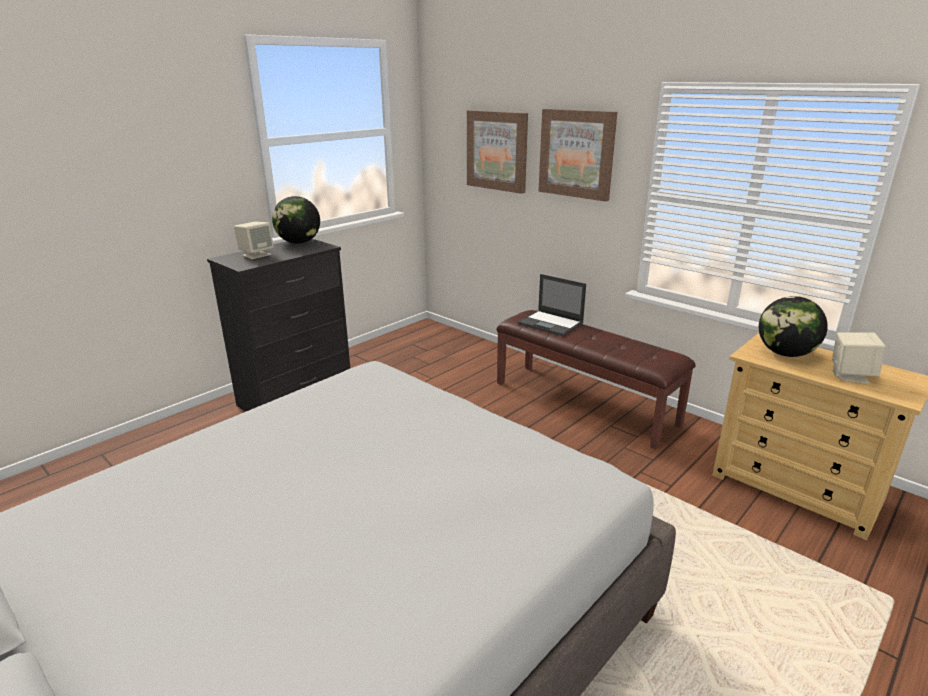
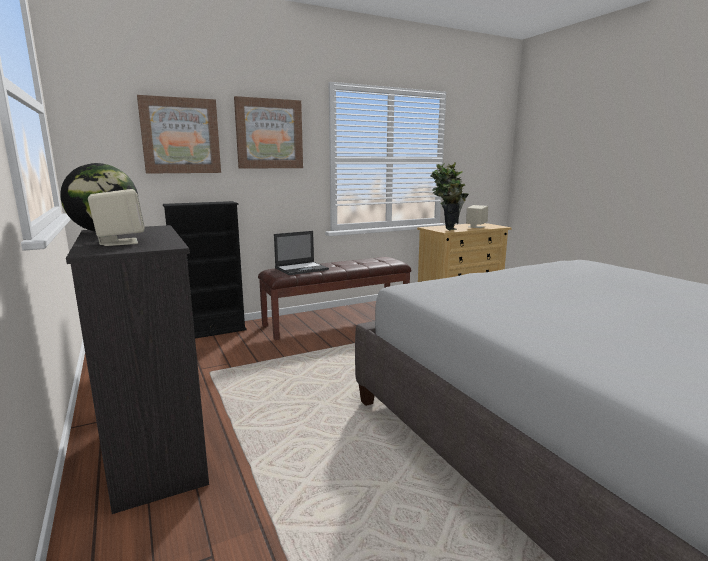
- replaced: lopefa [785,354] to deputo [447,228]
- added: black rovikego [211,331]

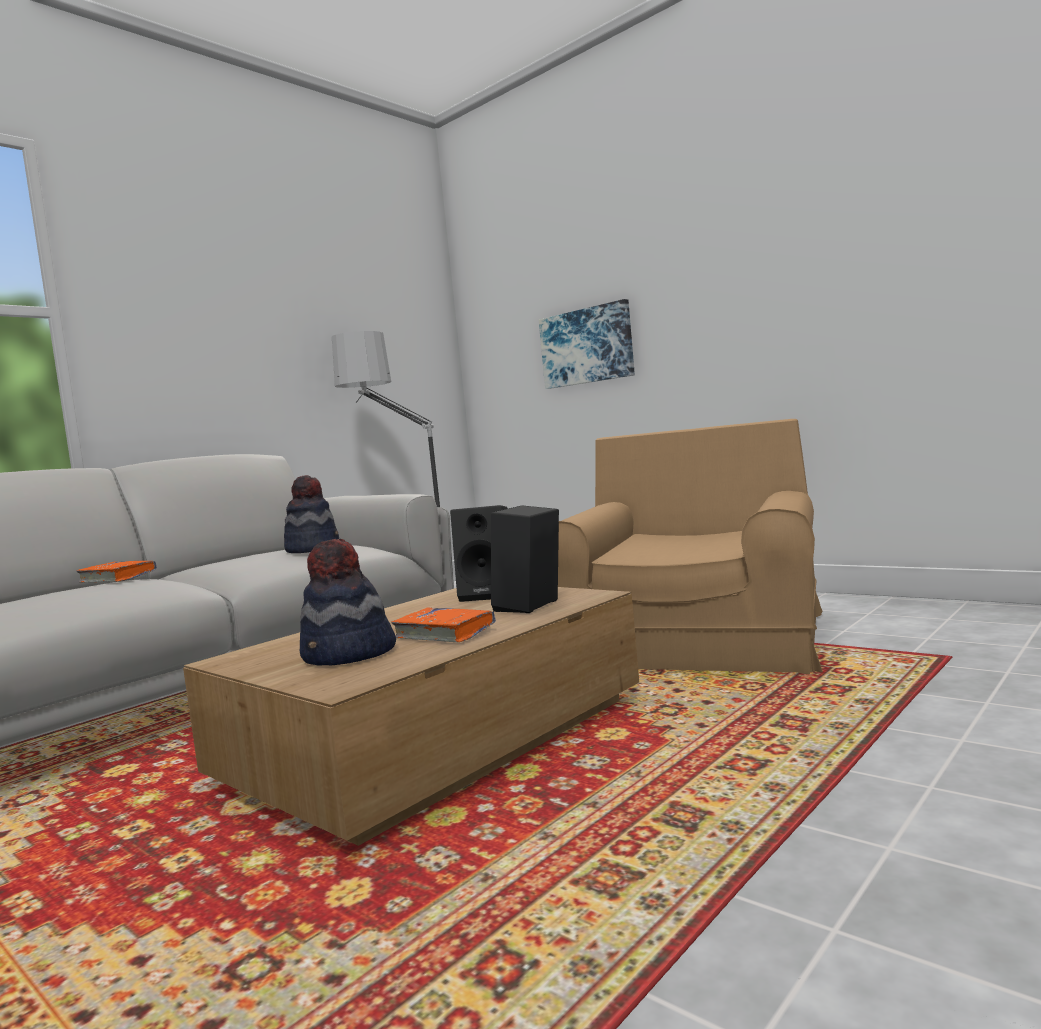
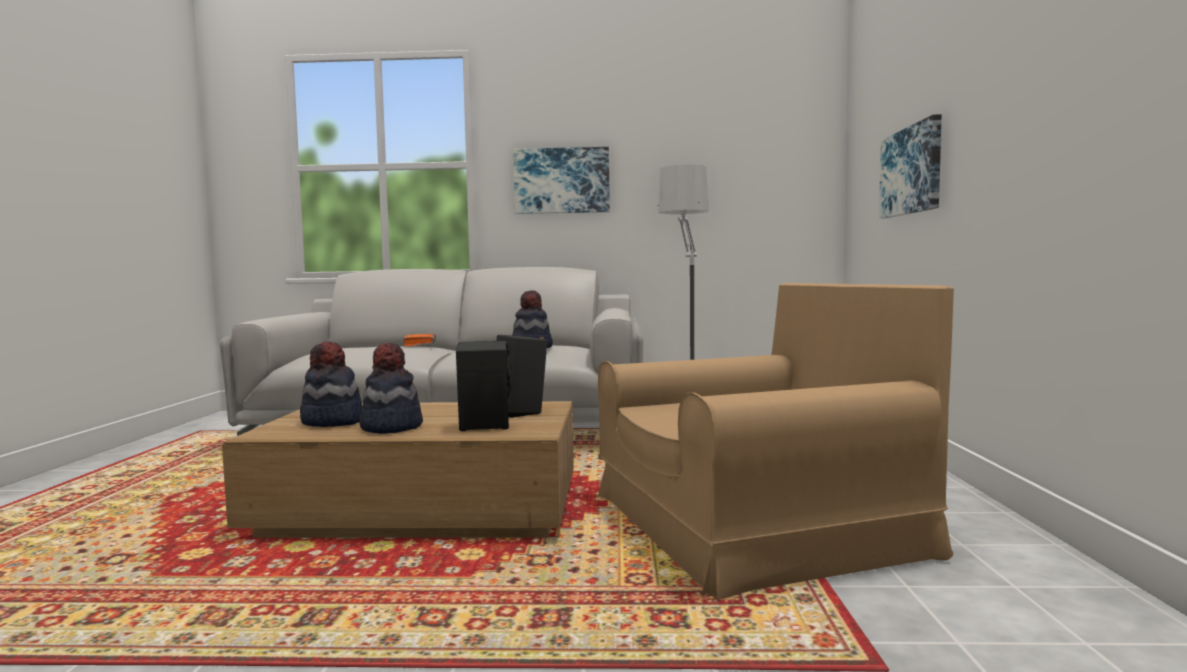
- replaced: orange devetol [444,634] to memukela [391,427]
- added: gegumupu [562,181]

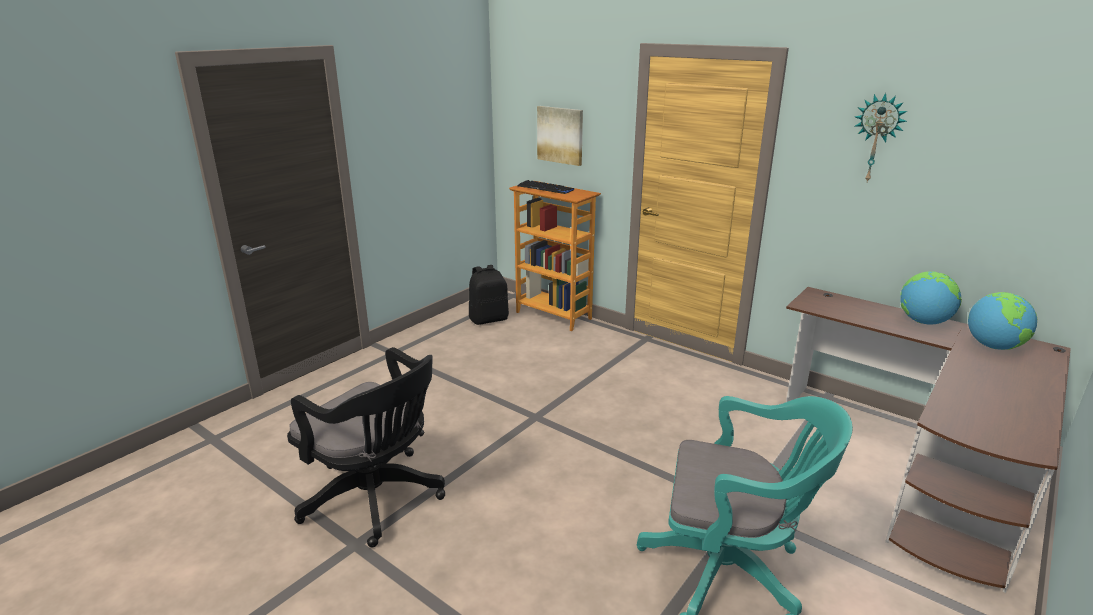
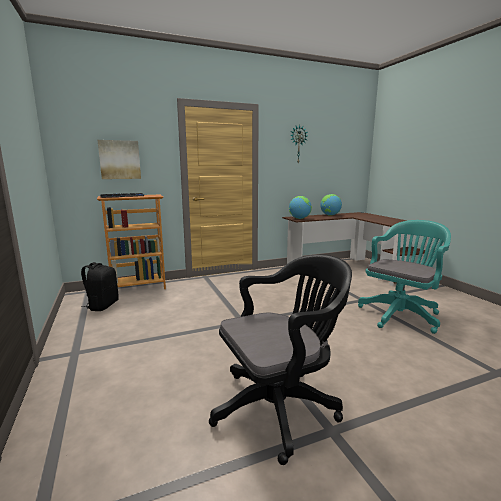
- moved: lopefa [993,346] to [299,218]

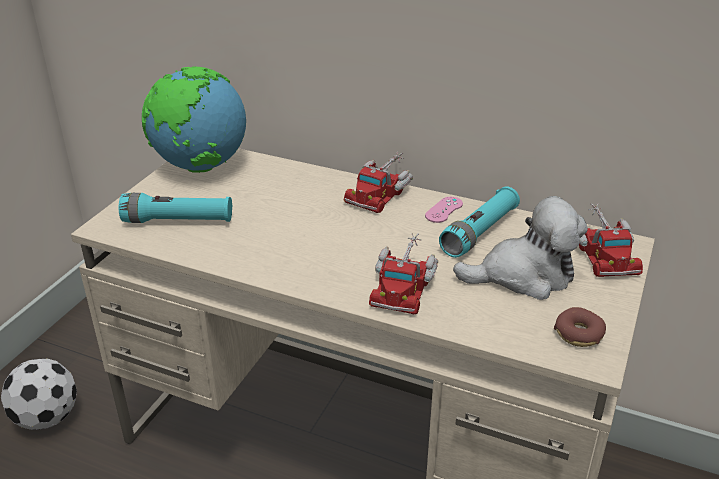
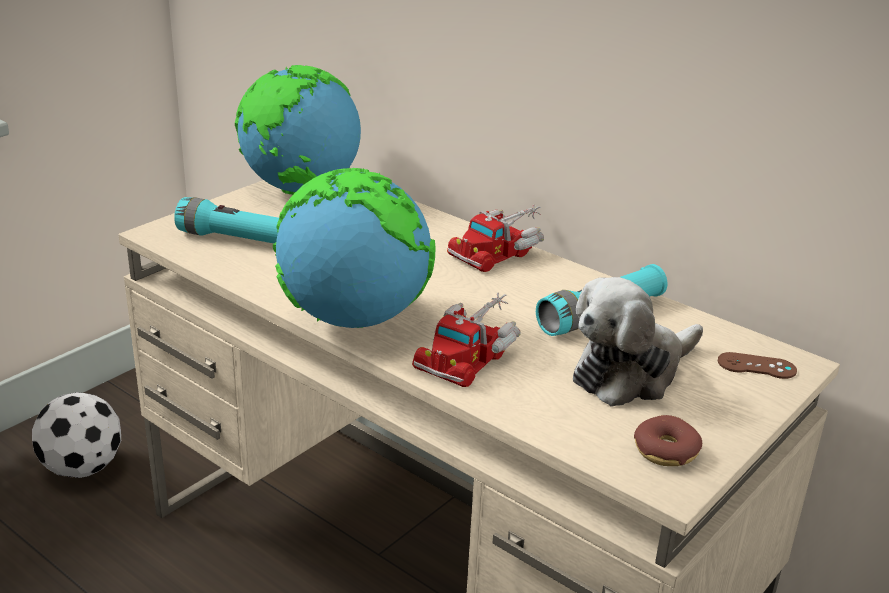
- turned: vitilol [524,276] = [630,373] 135 degrees clockwise
- removed: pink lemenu [444,210]
- replaced: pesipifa [603,252] to brown lemenu [756,366]
- added: lopefa [353,319]

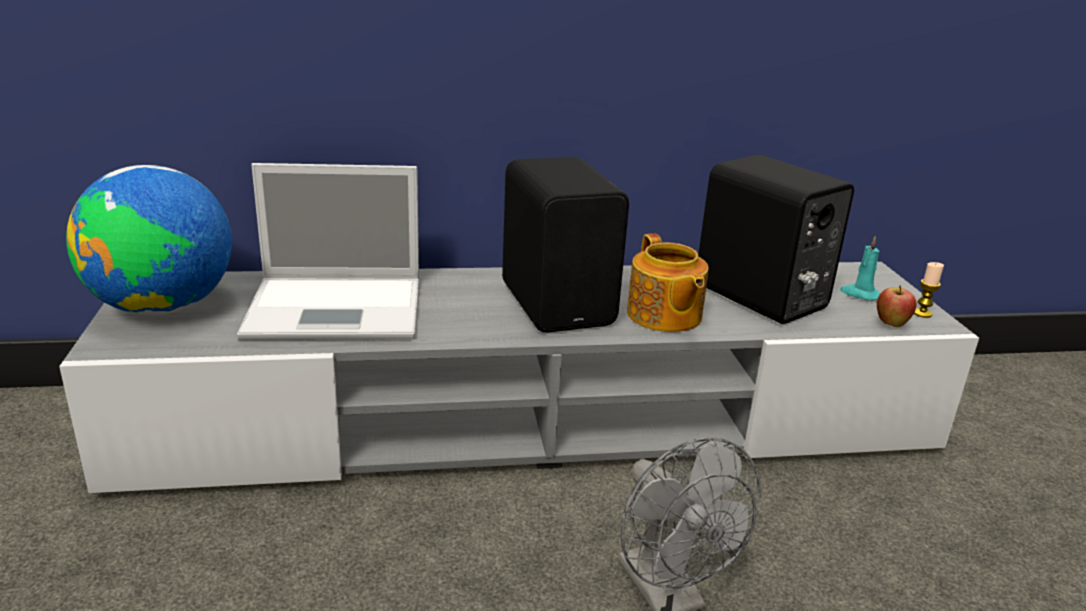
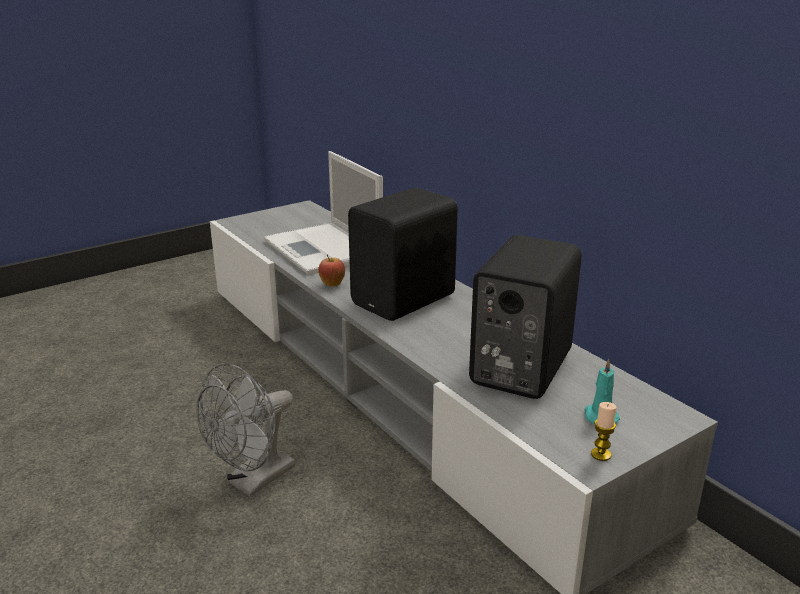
- removed: lopefa [163,307]
- removed: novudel [663,316]
- moved: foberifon [891,325] to [332,285]

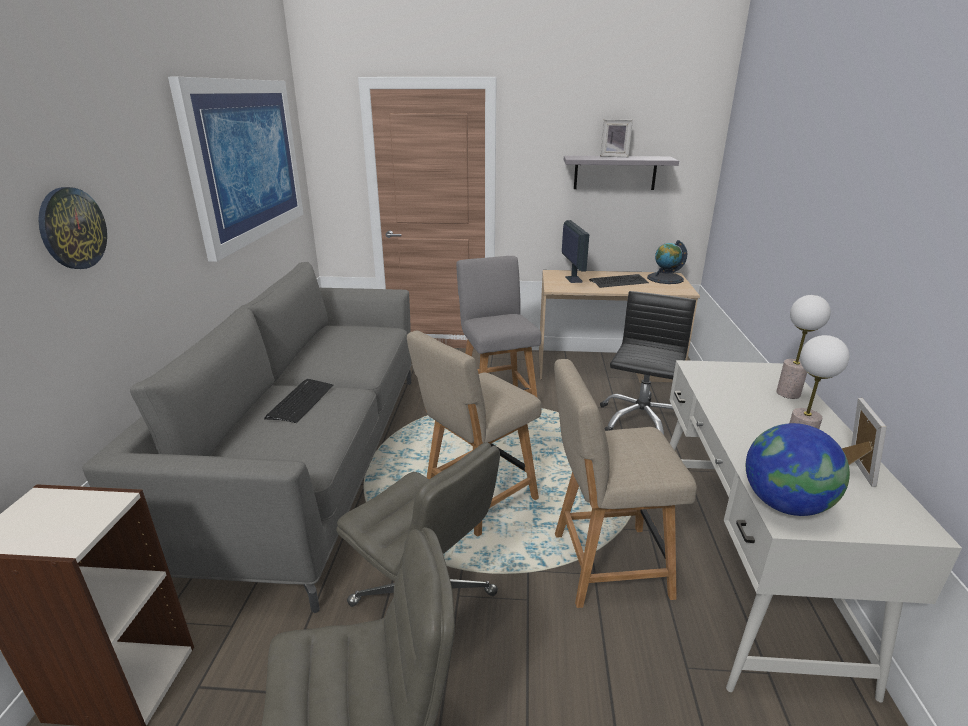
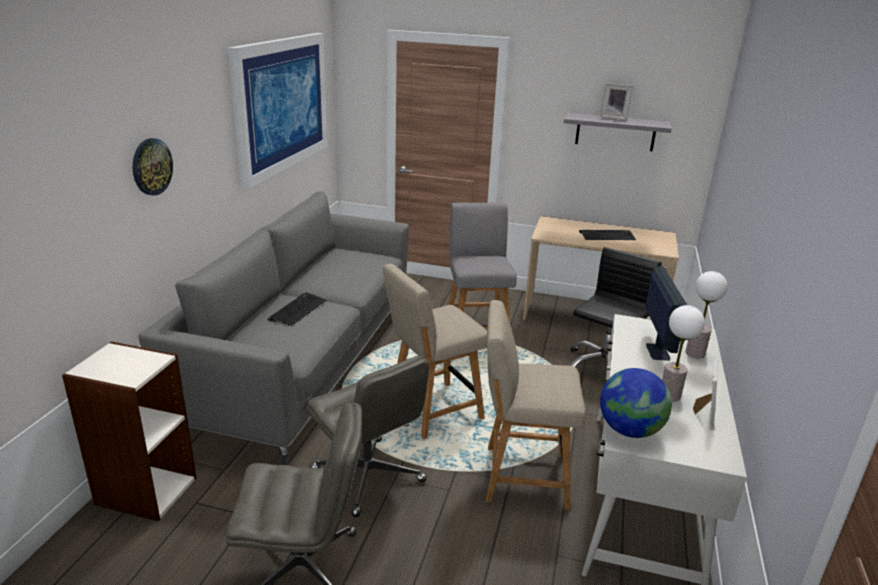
- moved: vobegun [573,279] to [657,351]
- removed: lopefa [665,278]

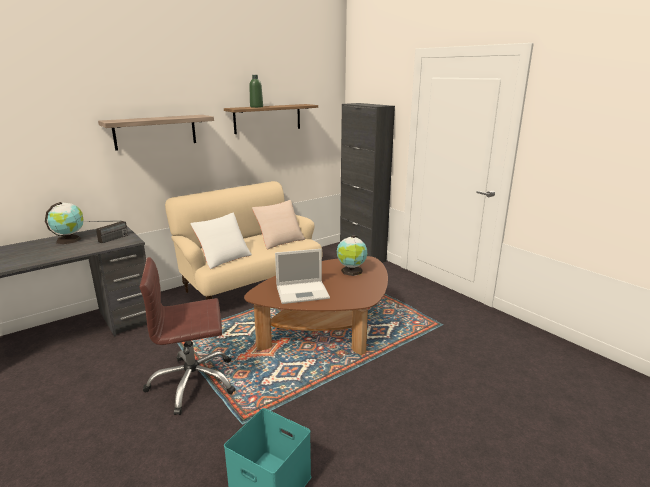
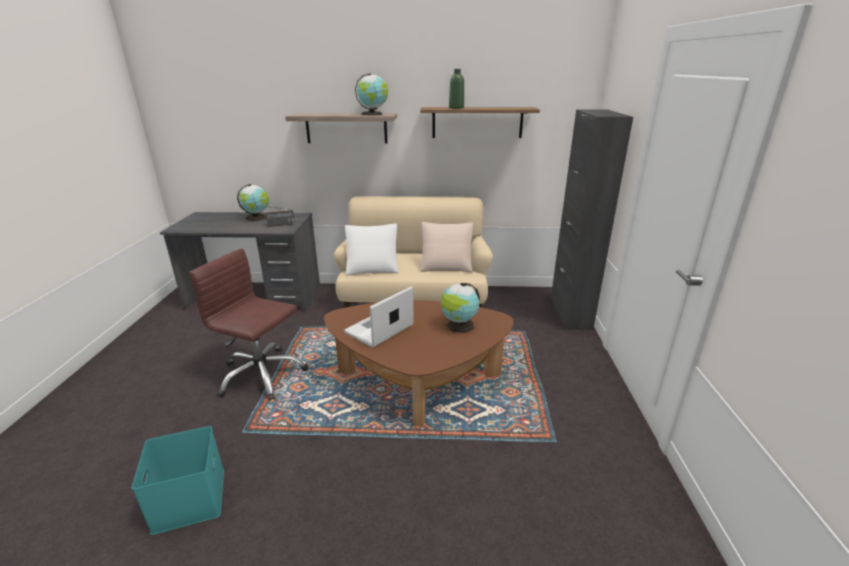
- turned: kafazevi [303,292] = [378,329] 105 degrees clockwise
- added: lopefa [373,114]

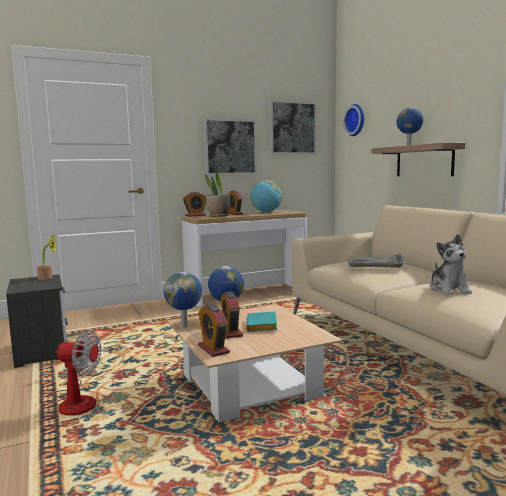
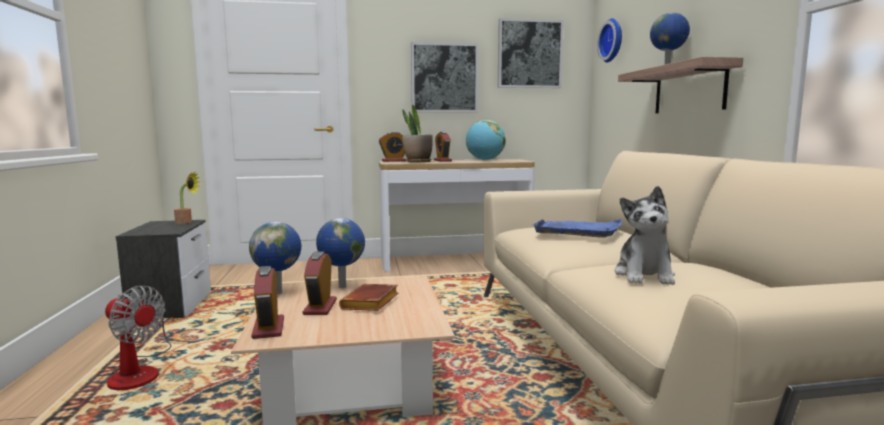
- recoloured: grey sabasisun [376,263] to blue sabasisun [578,230]
- recoloured: turquoise devetol [263,326] to brown devetol [371,303]

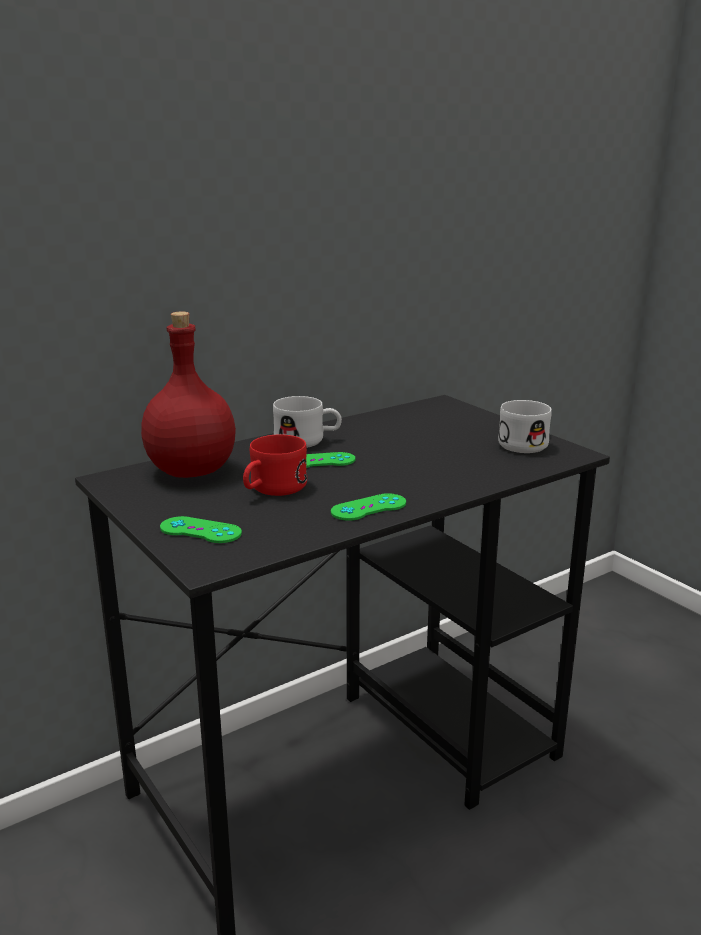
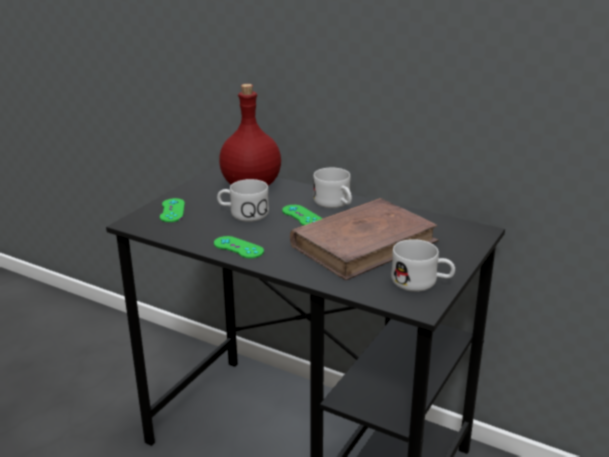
- recoloured: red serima [272,489] to white serima [243,214]
- added: brown devetol [364,244]

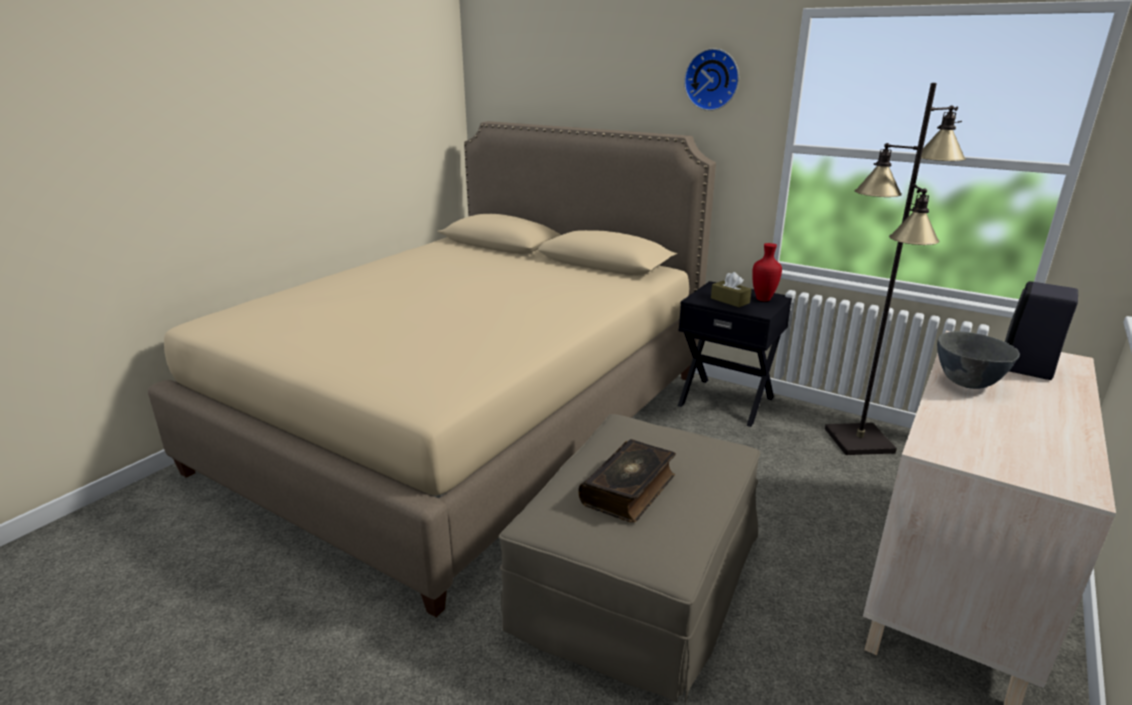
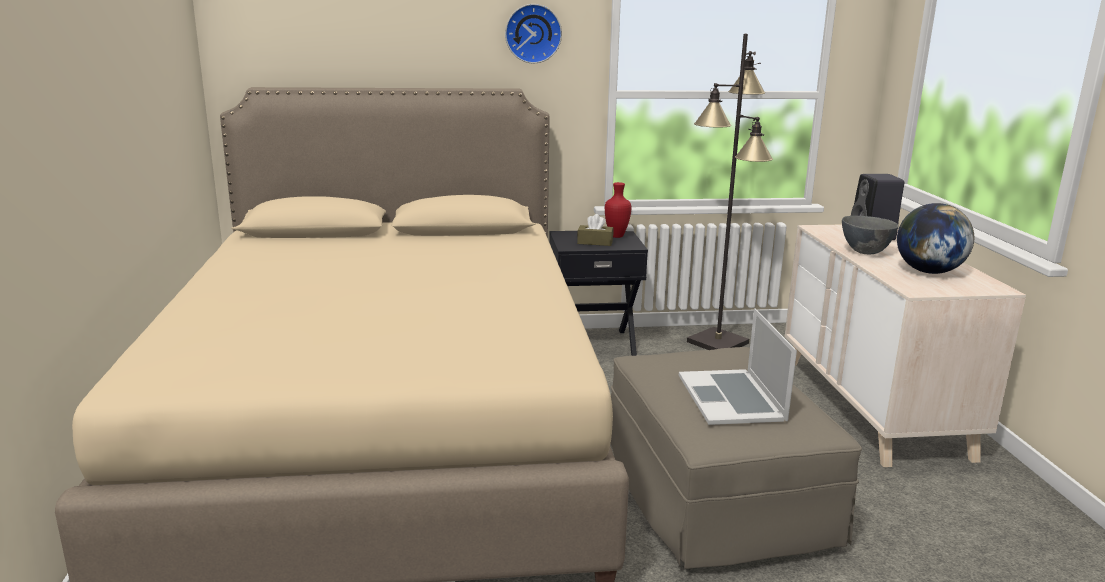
- replaced: devetol [630,490] to kafazevi [731,397]
- added: lopefa [928,271]

